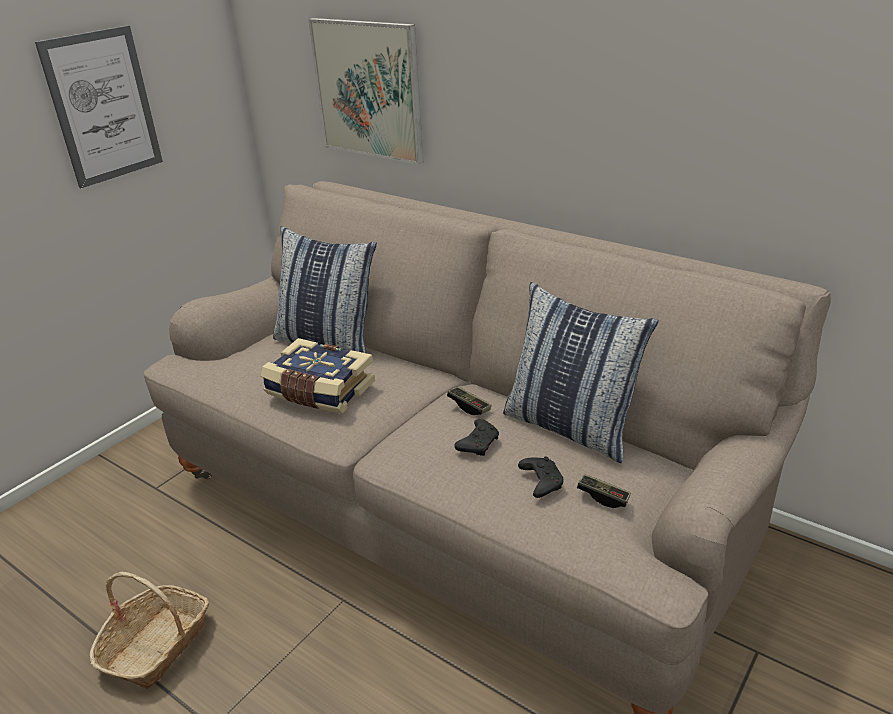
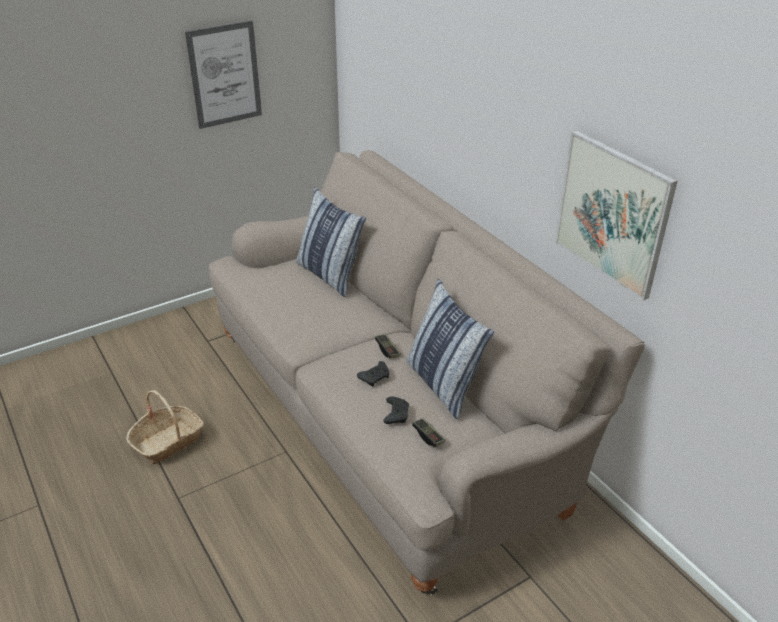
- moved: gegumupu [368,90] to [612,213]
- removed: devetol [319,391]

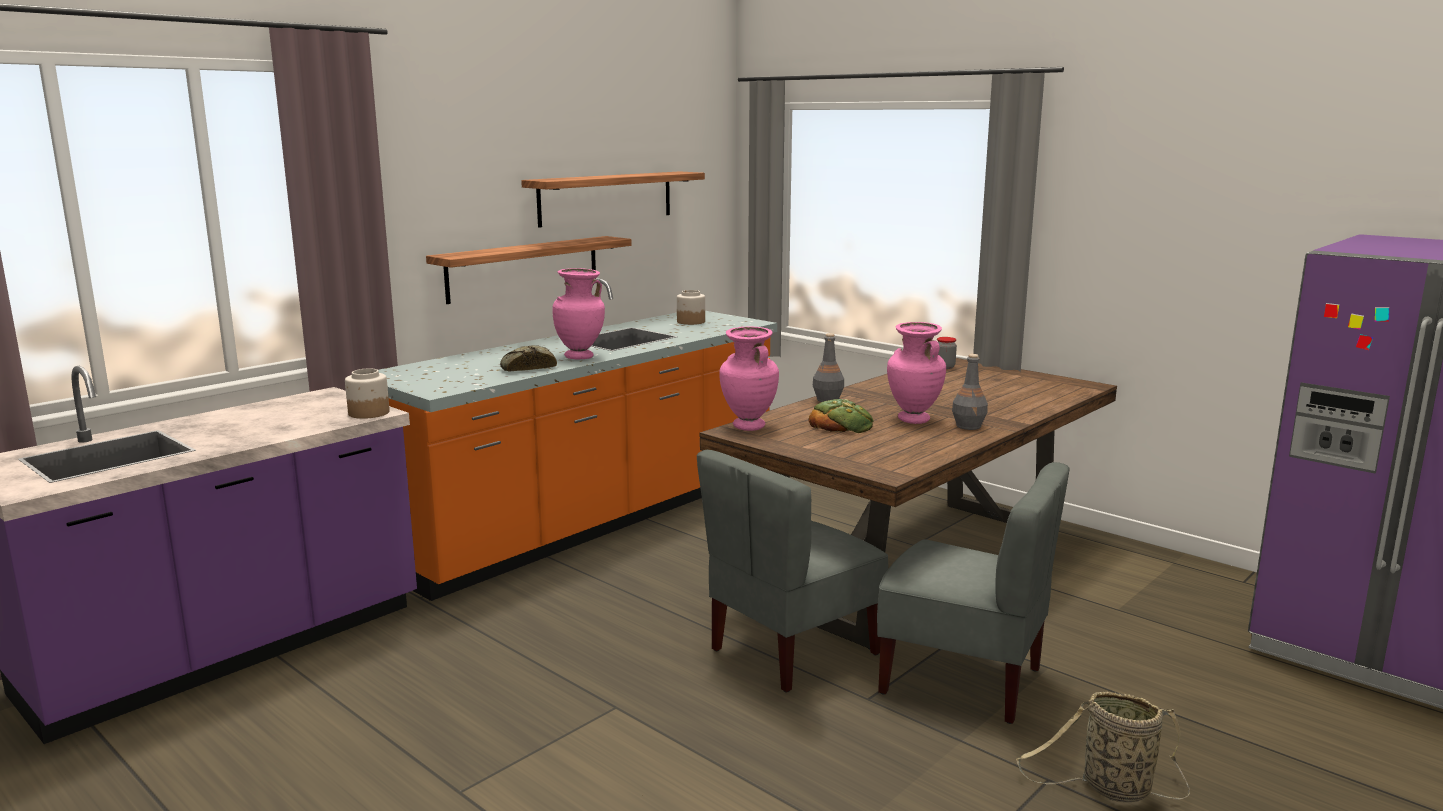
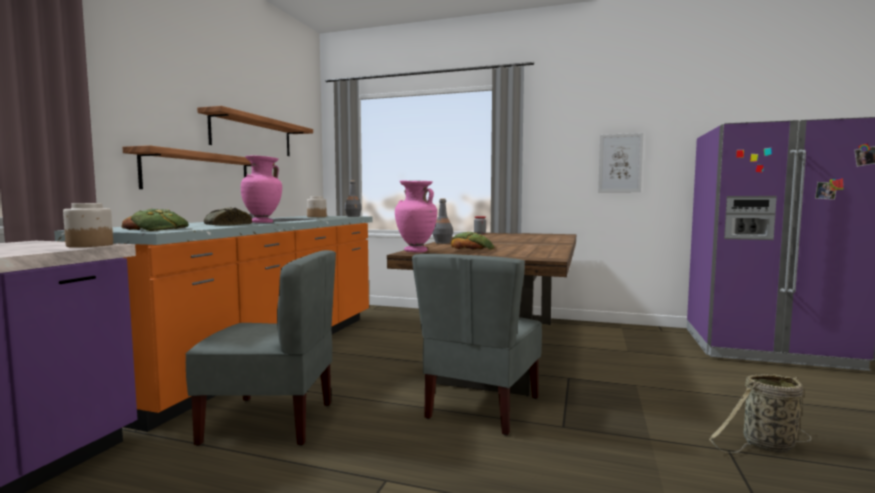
- removed: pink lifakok [913,420]
- moved: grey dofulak [969,426] to [353,216]
- moved: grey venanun [962,680] to [270,422]
- added: gegumupu [620,163]
- added: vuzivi [157,229]

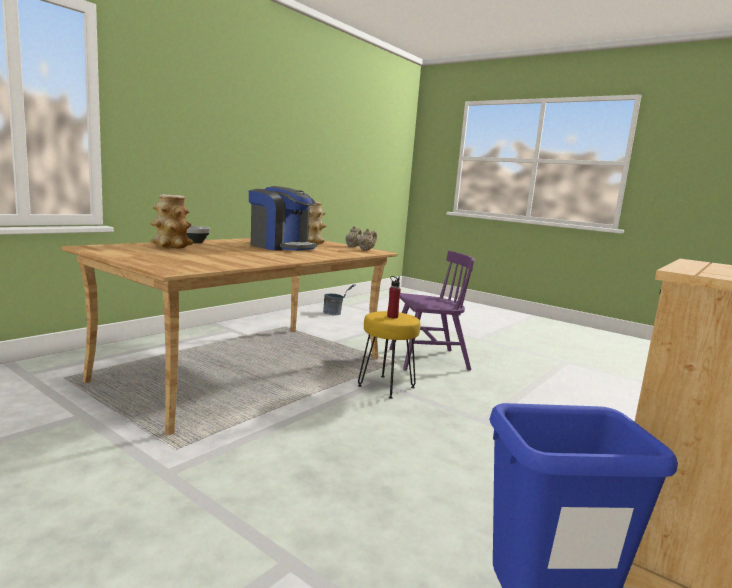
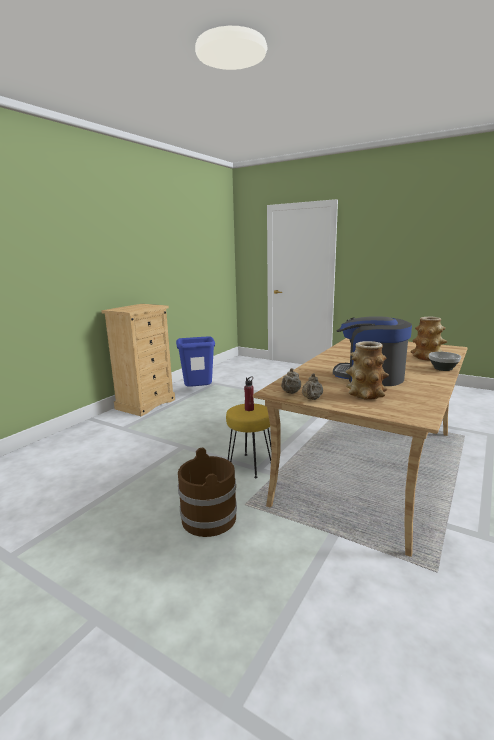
- replaced: purple venanun [427,359] to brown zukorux [208,518]
- removed: grey zukorux [335,313]

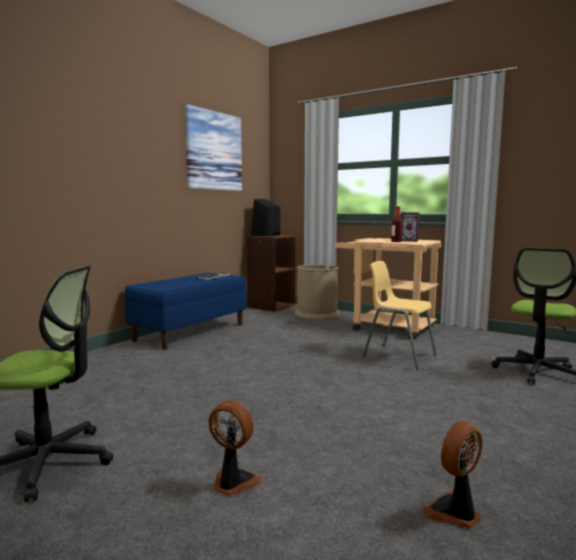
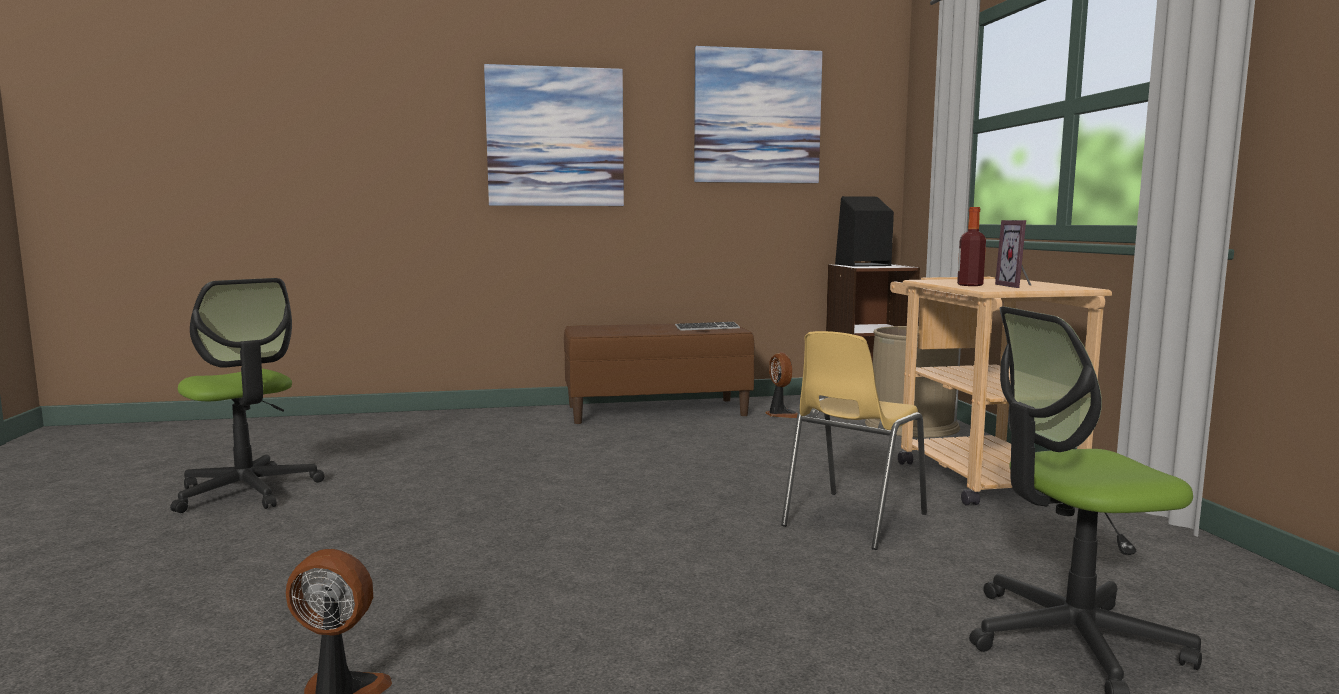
- turned: yellow venanun [398,356] = [852,520] 135 degrees counterclockwise
- recoloured: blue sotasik [190,332] to brown sotasik [657,411]
- moved: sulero [233,483] to [781,414]
- added: gegumupu [555,137]

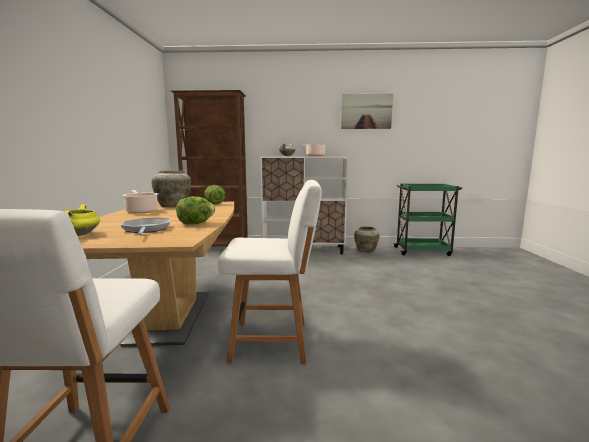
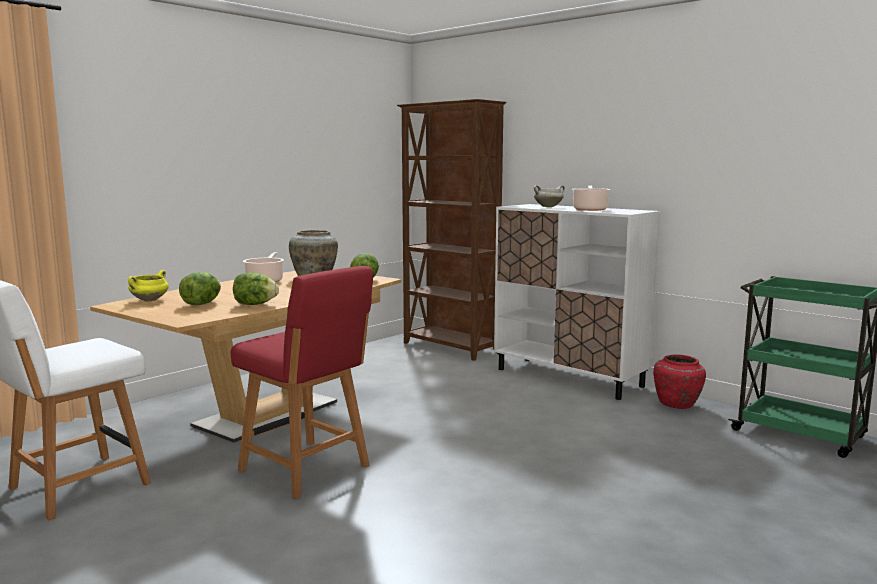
- removed: gegumupu [366,111]
- recoloured: white venanun [273,341] to red venanun [307,470]
- replaced: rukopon [146,229] to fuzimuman [202,304]
- recoloured: beige lifakok [366,250] to red lifakok [677,404]

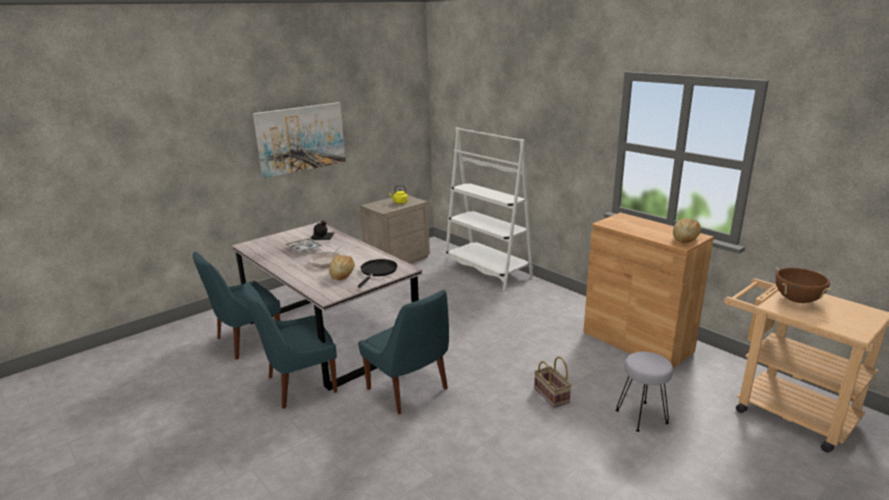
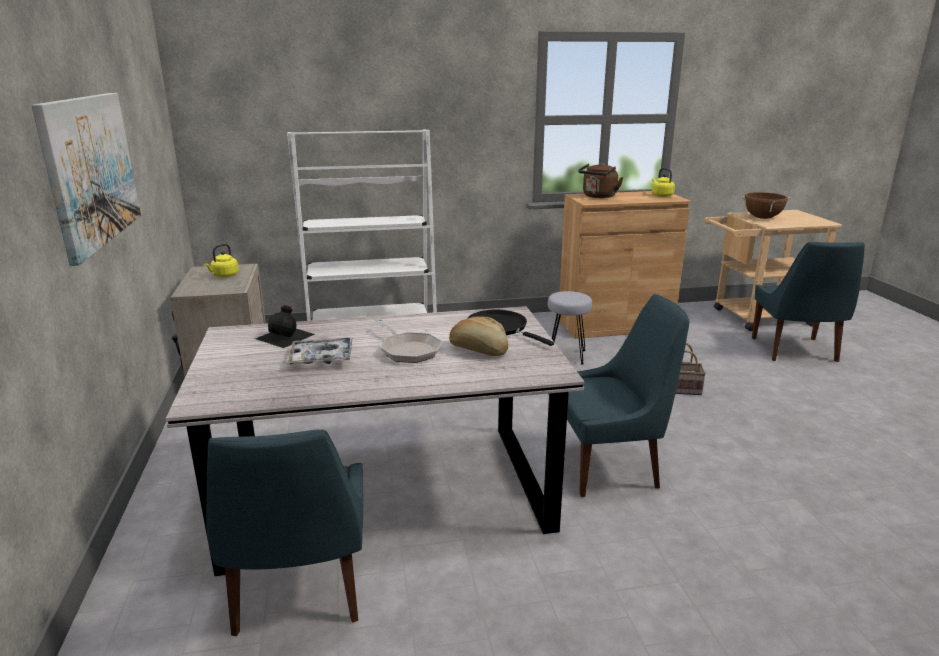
- replaced: vuzivi [684,238] to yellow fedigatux [661,195]
- moved: blue venanun [298,385] to [795,351]
- moved: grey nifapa [642,416] to [566,355]
- added: brown fedigatux [598,196]

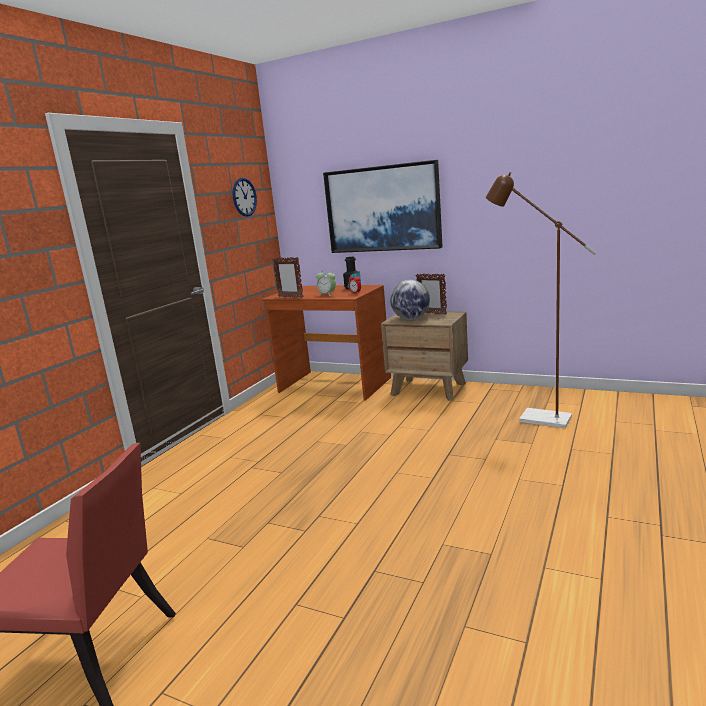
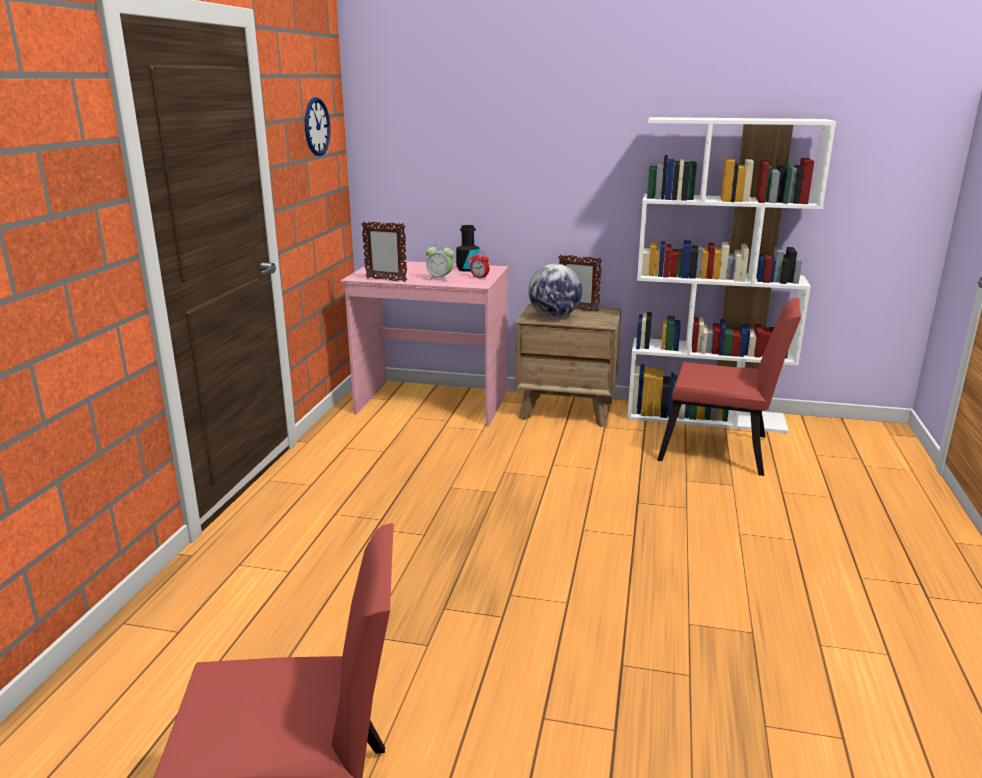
- removed: gegumupu [383,209]
- replaced: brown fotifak [535,418] to red venanun [721,451]
- recoloured: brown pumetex [334,385] to pink pumetex [432,403]
- added: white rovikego [706,417]

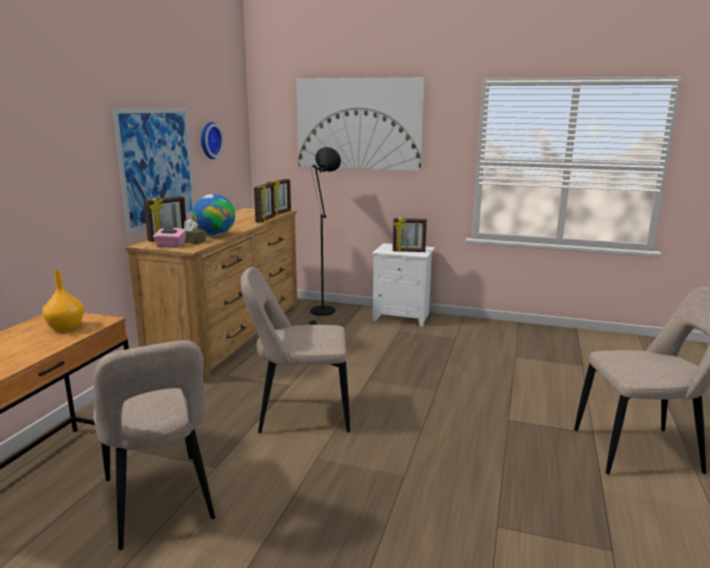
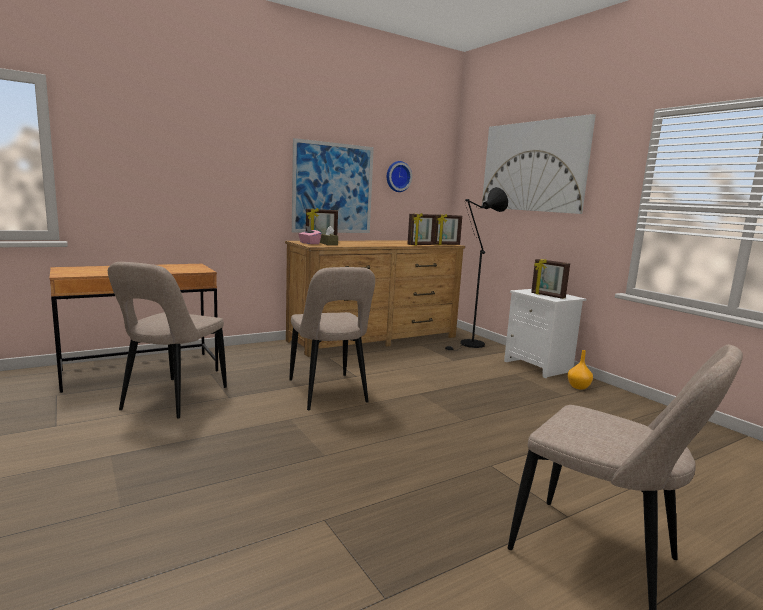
- removed: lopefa [215,235]
- turned: beige venanun [299,415] = [328,393] 150 degrees counterclockwise
- moved: orange lifakok [65,328] to [578,387]

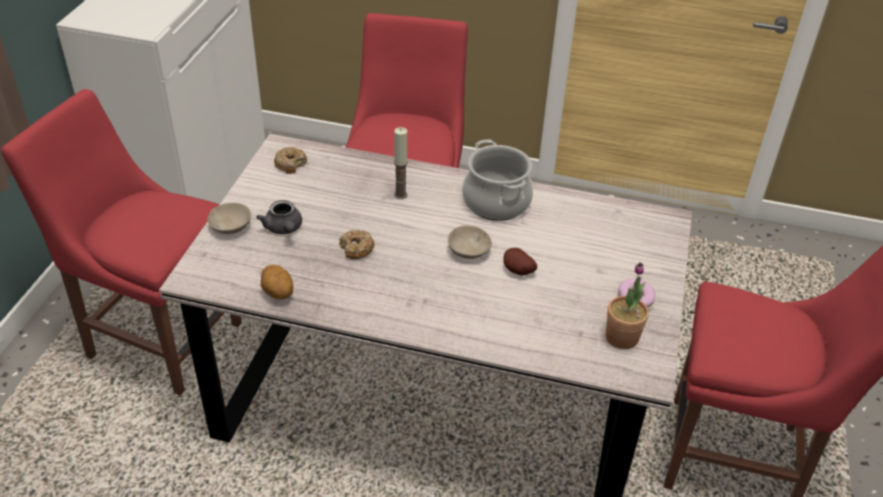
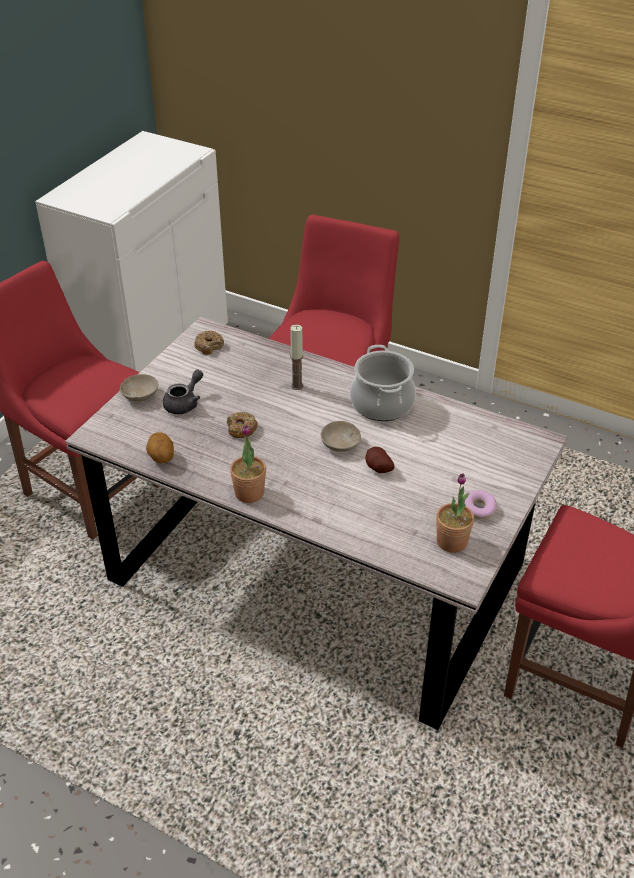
- turned: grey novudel [284,229] = [184,403] 135 degrees counterclockwise
- added: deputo [249,493]

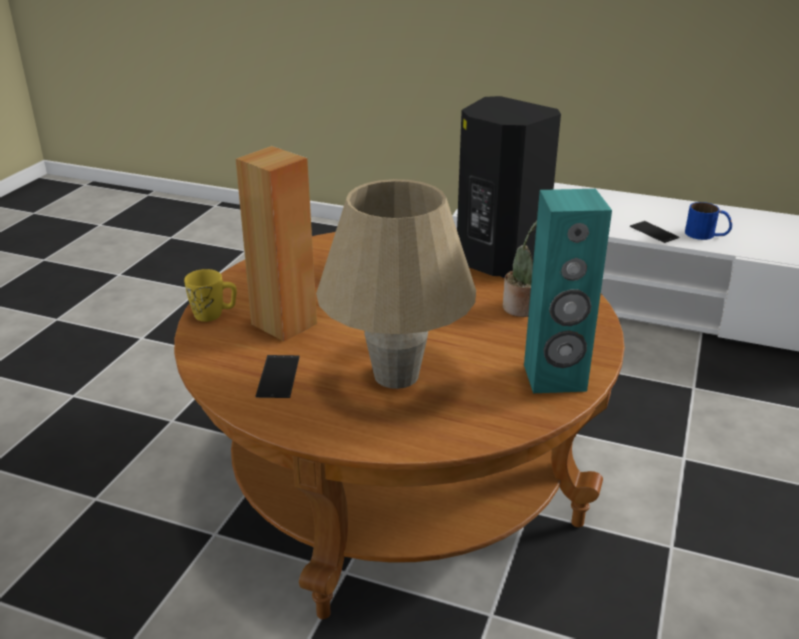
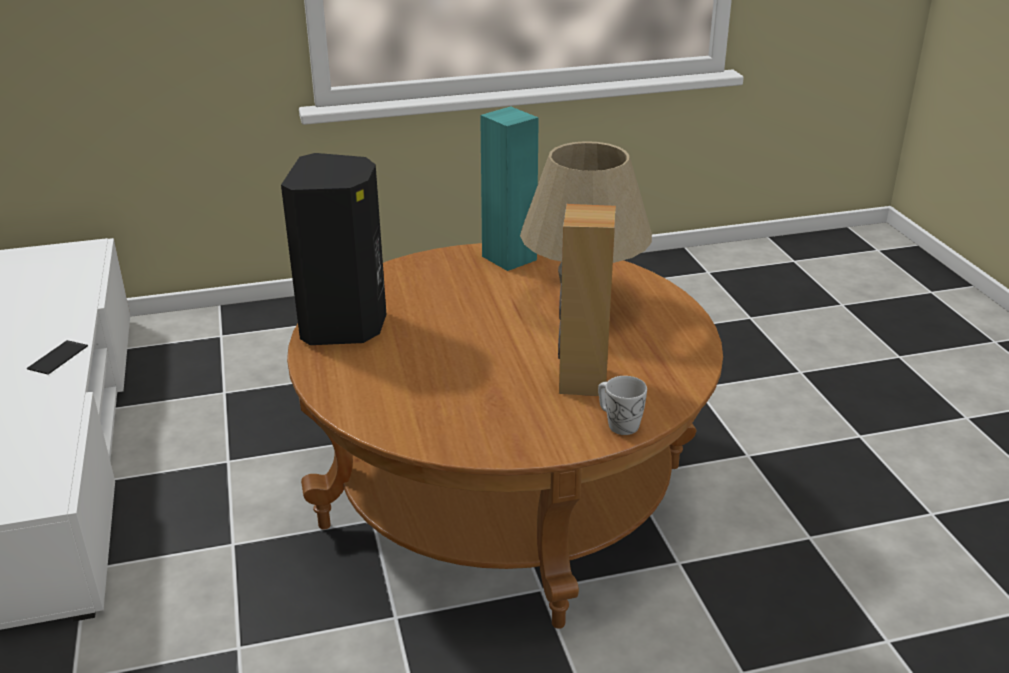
- removed: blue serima [707,235]
- removed: deputo [522,309]
- recoloured: yellow serima [214,314] to white serima [618,423]
- removed: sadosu [278,377]

